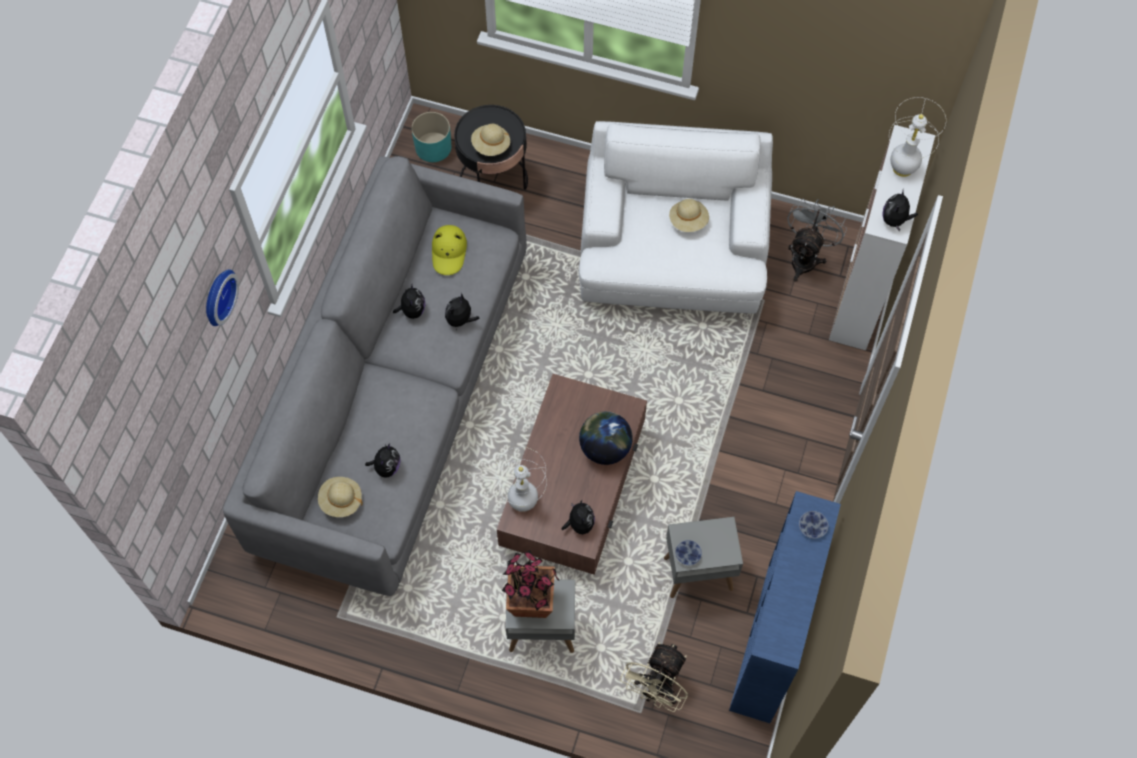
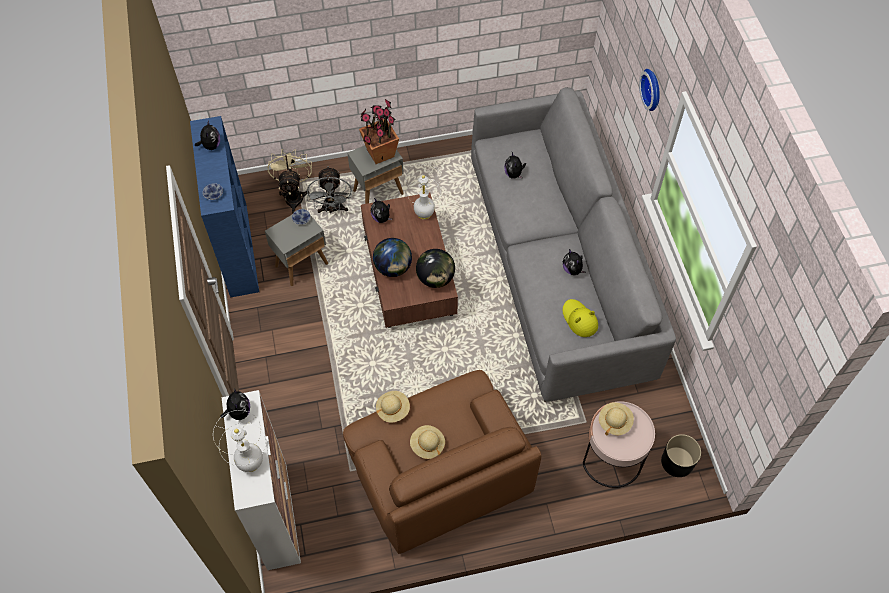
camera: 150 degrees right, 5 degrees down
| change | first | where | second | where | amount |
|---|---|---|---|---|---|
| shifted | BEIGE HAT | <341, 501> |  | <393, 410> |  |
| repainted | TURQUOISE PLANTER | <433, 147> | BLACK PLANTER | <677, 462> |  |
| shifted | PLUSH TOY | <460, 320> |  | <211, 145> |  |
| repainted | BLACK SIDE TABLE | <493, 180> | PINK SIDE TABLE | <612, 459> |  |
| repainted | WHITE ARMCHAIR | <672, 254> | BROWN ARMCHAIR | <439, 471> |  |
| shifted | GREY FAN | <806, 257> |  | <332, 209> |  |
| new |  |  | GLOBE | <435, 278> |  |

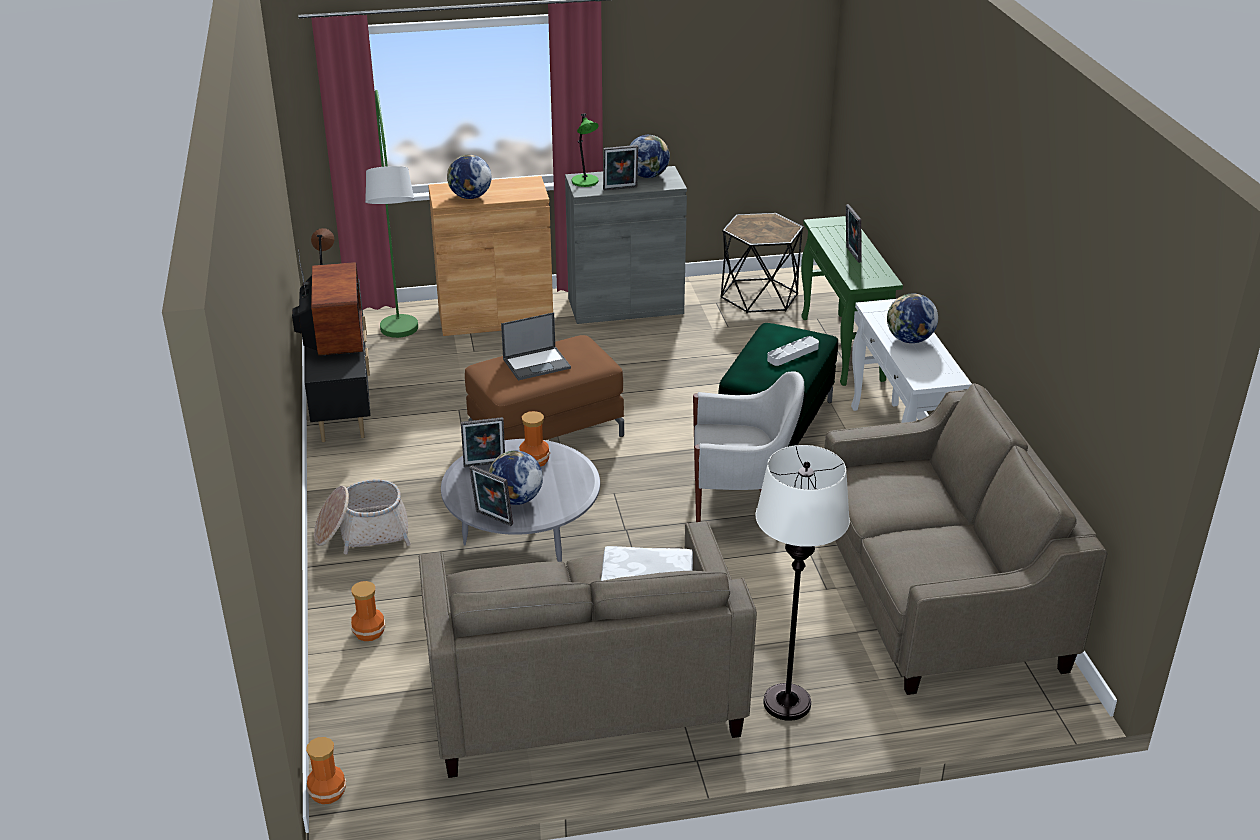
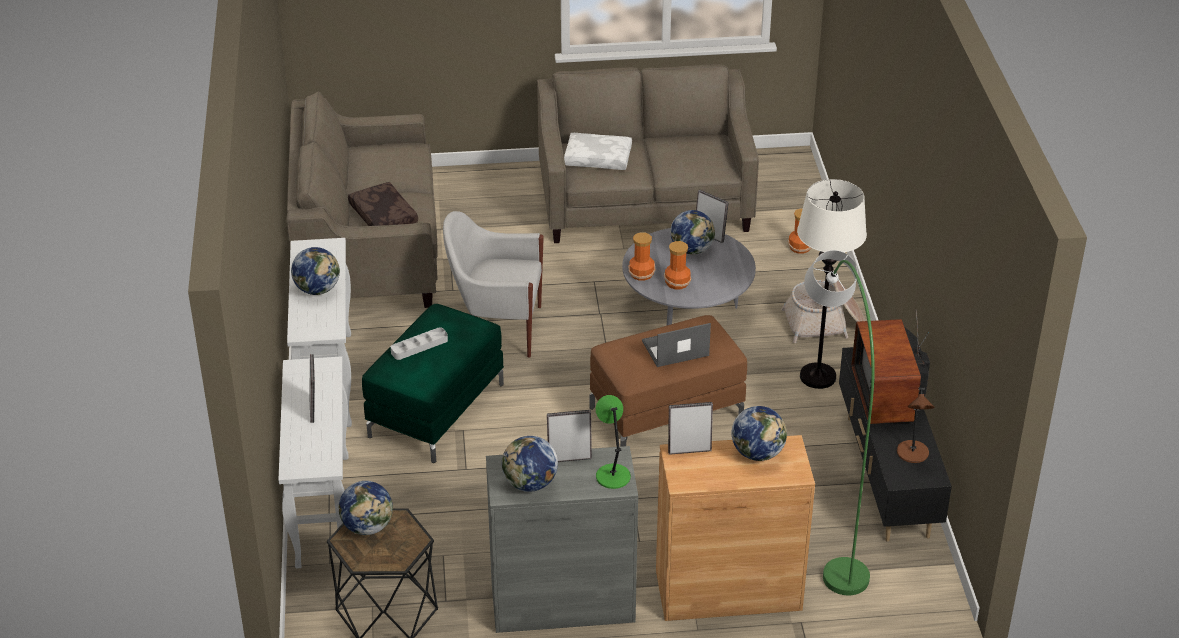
camera: 175 degrees left, 5 degrees up
| change | first | where | second | where | amount |
|---|---|---|---|---|---|
| shifted | VASE | <327, 792> |  | <642, 273> |  |
| shifted | PICTURE FRAME | <484, 465> |  | <689, 449> |  |
| shifted | WHITE FLOOR LAMP | <786, 703> |  | <818, 376> |  |
| repainted | GREEN CONSOLE TABLE | <842, 349> | WHITE CONSOLE TABLE | <322, 509> |  |
| new |  |  | GLOBE | <368, 527> |  |
| new |  |  | BROWN PILLOW | <382, 216> |  |

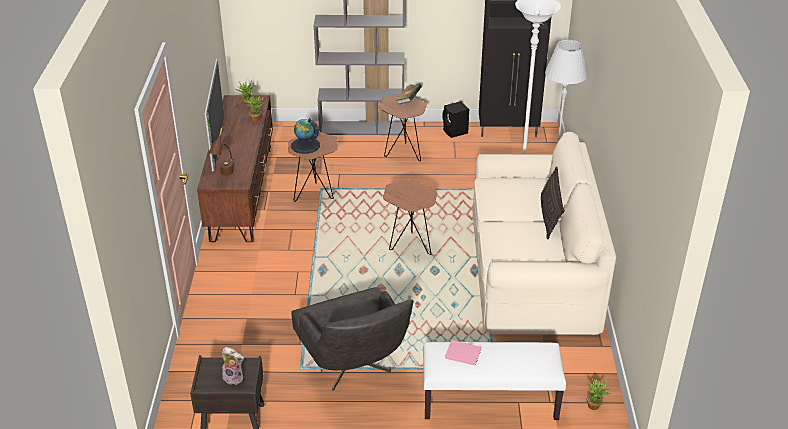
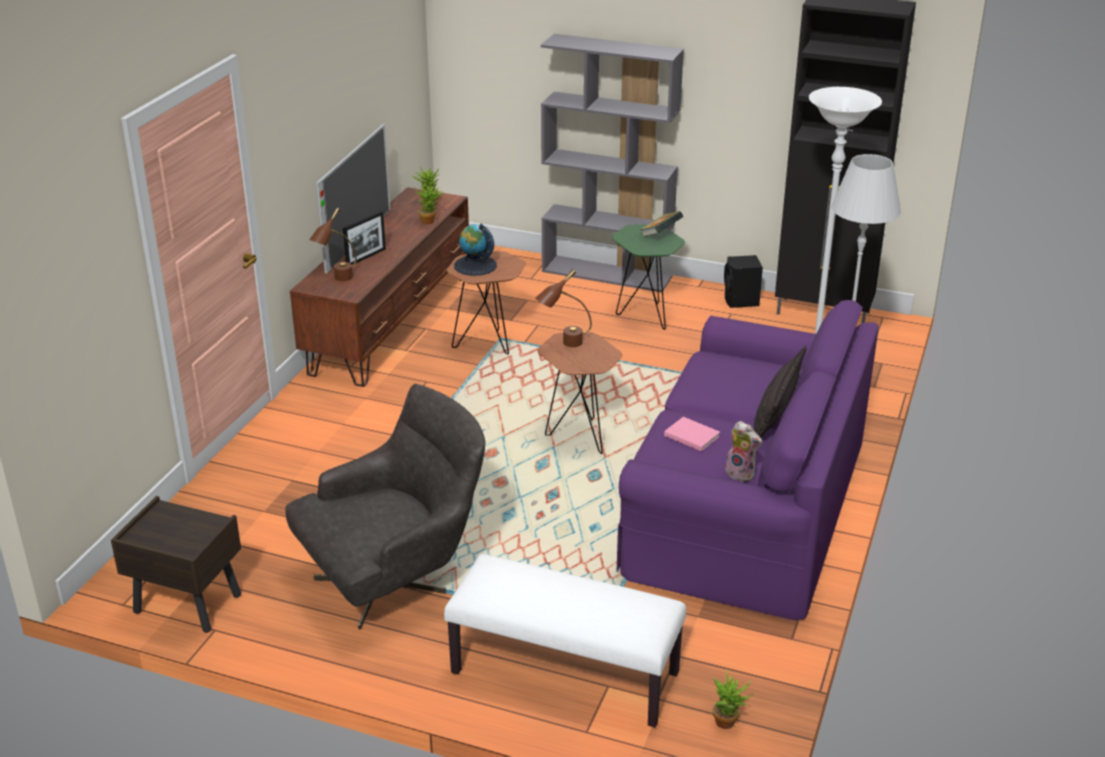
camera: 20 degrees right, 5 degrees down
| change | first | where | second | where | amount |
|---|---|---|---|---|---|
| shifted | PLUSH TOY | <234, 377> |  | <742, 473> |  |
| rotated | GREY ARMCHAIR | <354, 368> |  | <395, 578> | 120 degrees counterclockwise |
| repainted | BROWN SIDE TABLE | <402, 153> | GREEN SIDE TABLE | <645, 315> |  |
| shifted | PINK BOOK | <462, 353> |  | <691, 435> |  |
| repainted | BEIGE SOFA | <532, 270> | PURPLE SOFA | <745, 506> |  |
| new |  |  | PICTURE FRAME | <366, 257> |  |
| new |  |  | BROWN TABLE LAMP | <564, 344> |  |

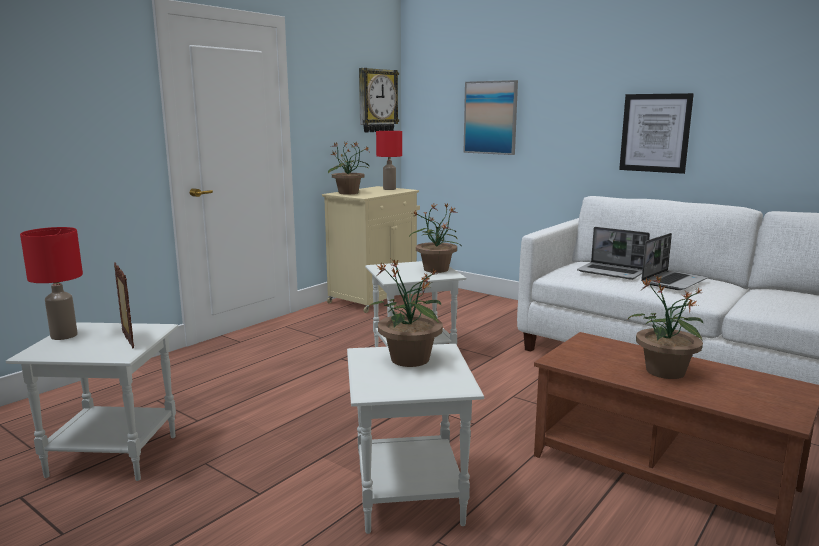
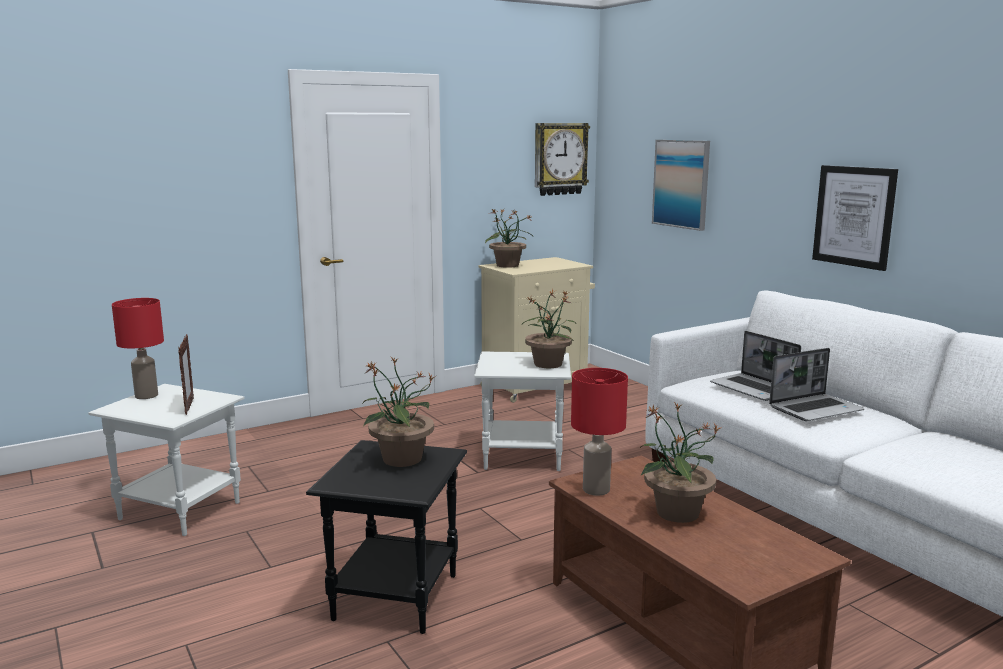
camera: 20 degrees right, 0 degrees up
| change | first | where | second | where | amount |
|---|---|---|---|---|---|
| repainted | WHITE SIDE TABLE | <409, 496> | BLACK SIDE TABLE | <396, 596> |  |
| shifted | RED TABLE LAMP | <390, 189> |  | <597, 489> |  |

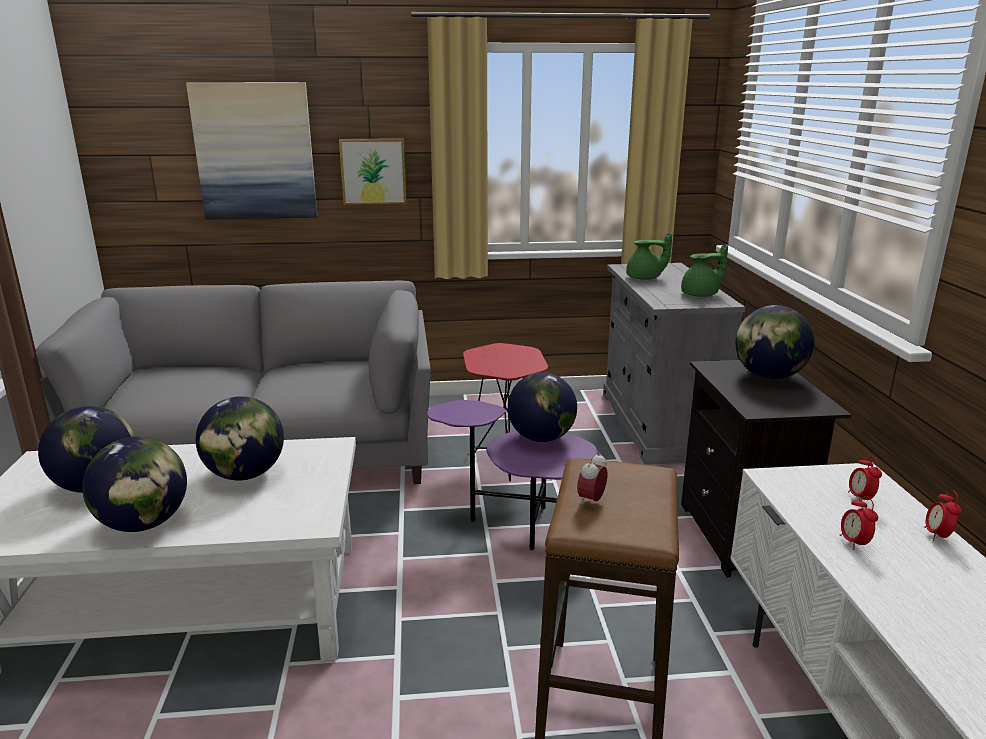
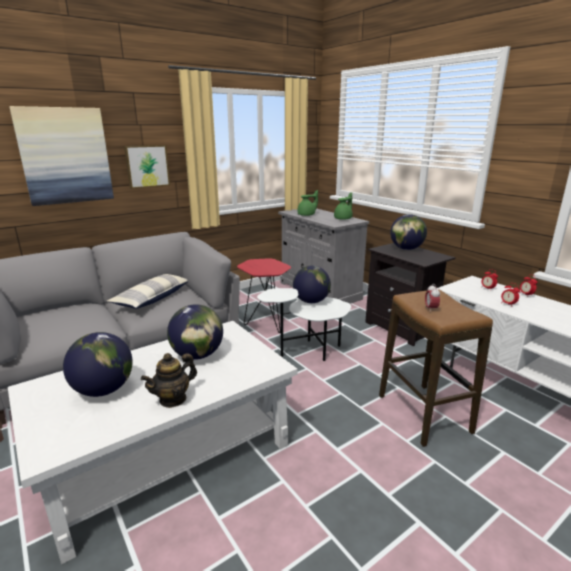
camera: 30 degrees left, 0 degrees up
| change | first | where | second | where | amount |
|---|---|---|---|---|---|
| swapped | GLOBE | <144, 524> | TEAPOT | <173, 399> |  |
| repainted | PURPLE SIDE TABLE | <521, 526> | WHITE SIDE TABLE | <307, 352> |  |
| new |  |  | PILLOW | <152, 298> |  |

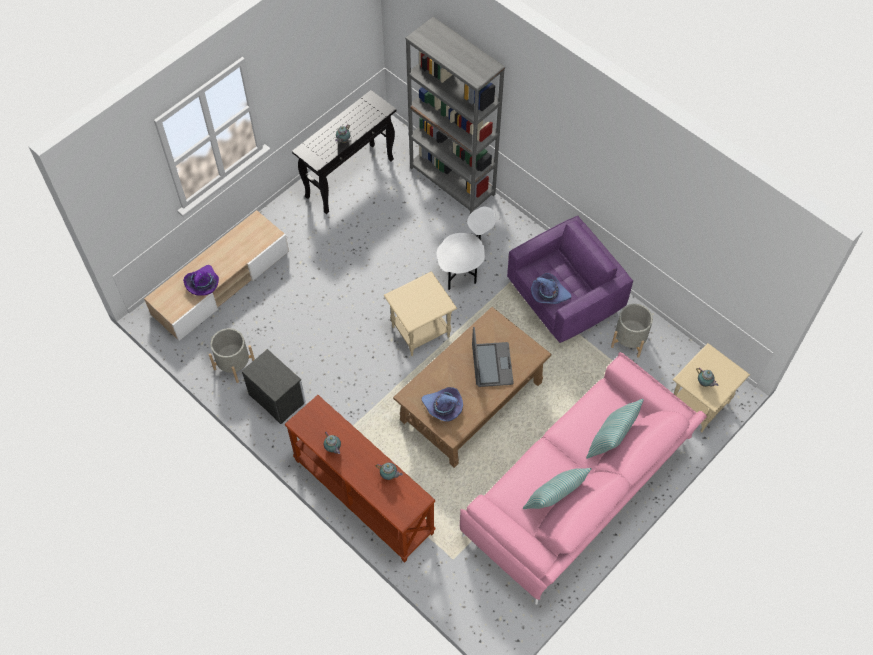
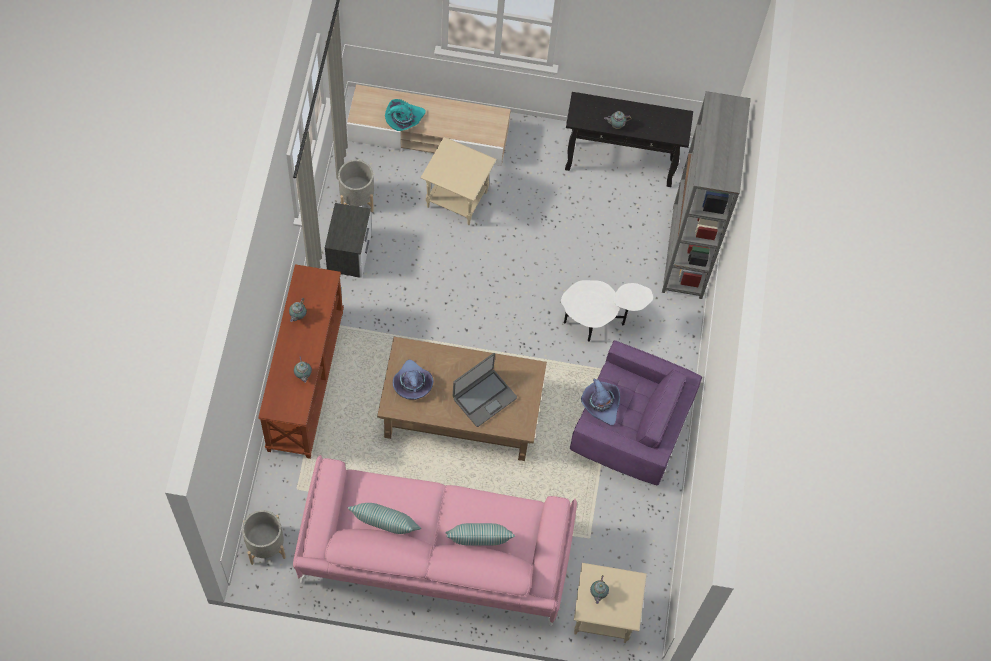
camera: 50 degrees right, 5 degrees up
| change | first | where | second | where | amount |
|---|---|---|---|---|---|
| repainted | PURPLE HAT | <203, 283> | TURQUOISE HAT | <404, 119> |  |
| shifted | BEIGE SIDE TABLE | <420, 332> |  | <456, 199> |  |
| shifted | GREY PLANTER | <629, 340> |  | <265, 545> |  |

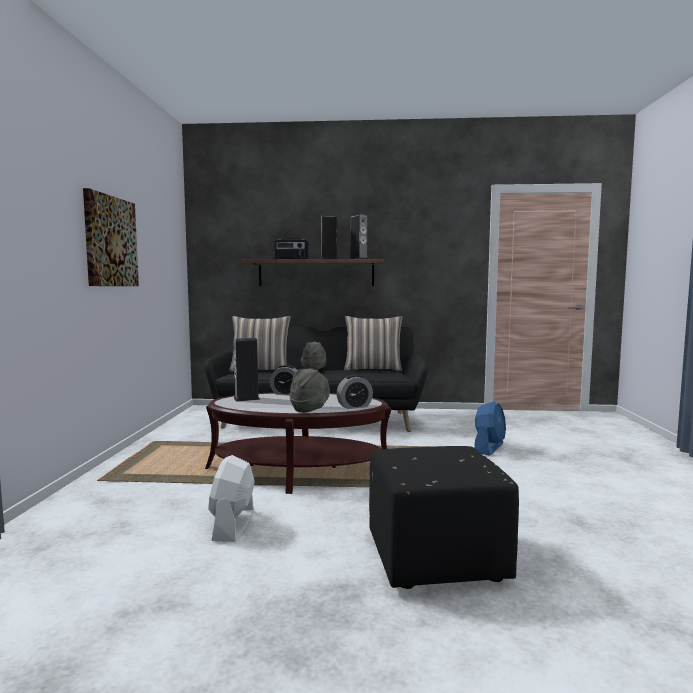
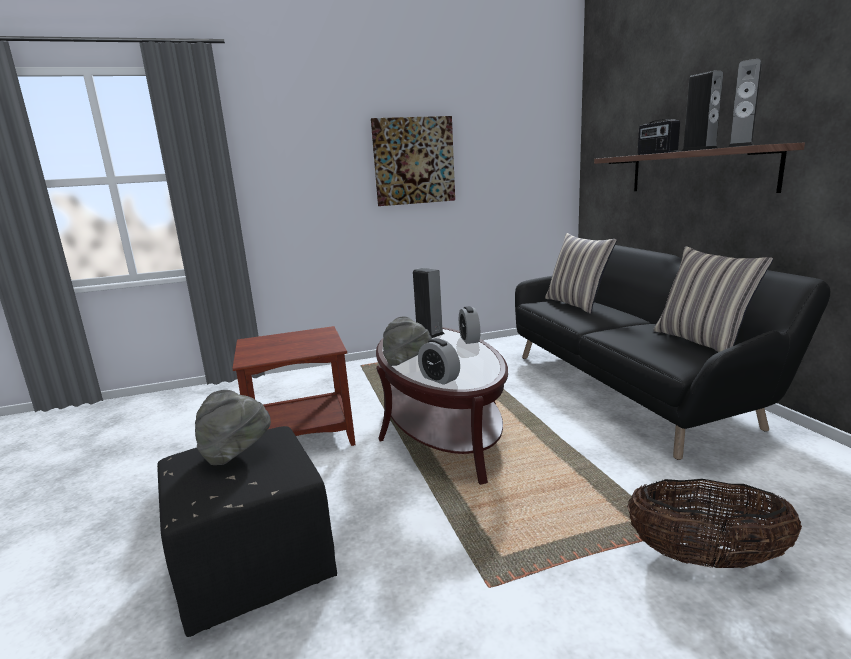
camera: 70 degrees right, 10 degrees up
| change | first | where | second | where | amount |
|---|---|---|---|---|---|
| swapped | WHITE FAN | <233, 525> | BROWN SIDE TABLE | <302, 437> |  |
| shifted | GREY HAT | <314, 368> |  | <237, 455> |  |
| swapped | BLUE FAN | <489, 448> | BASKET | <705, 558> |  |

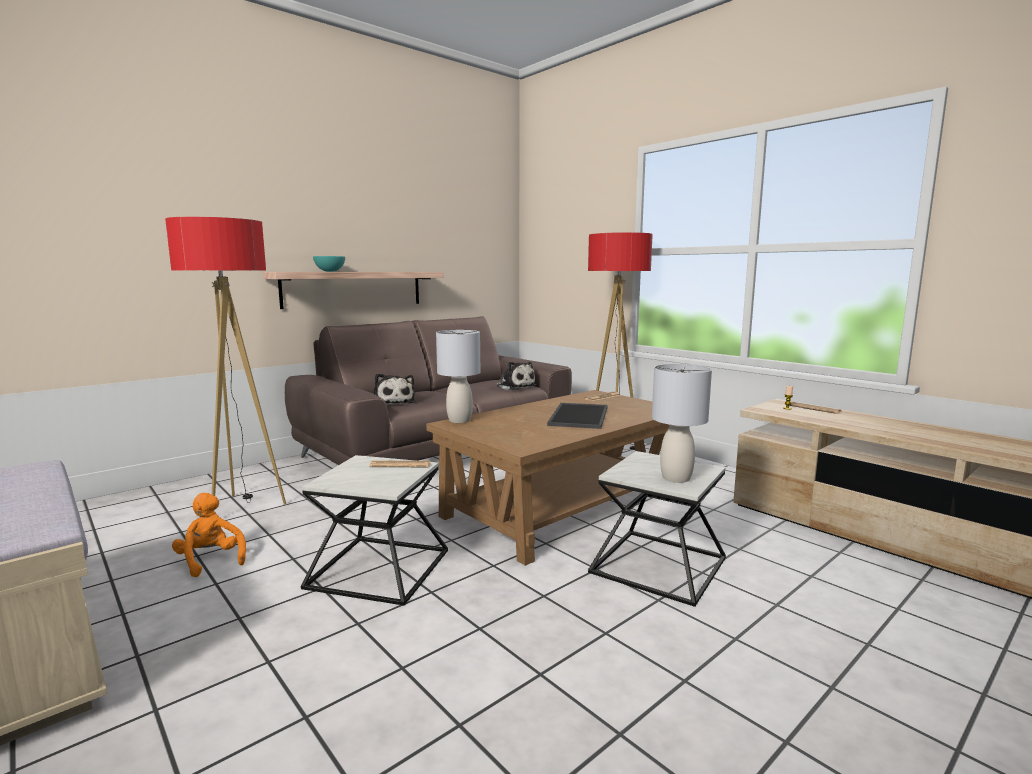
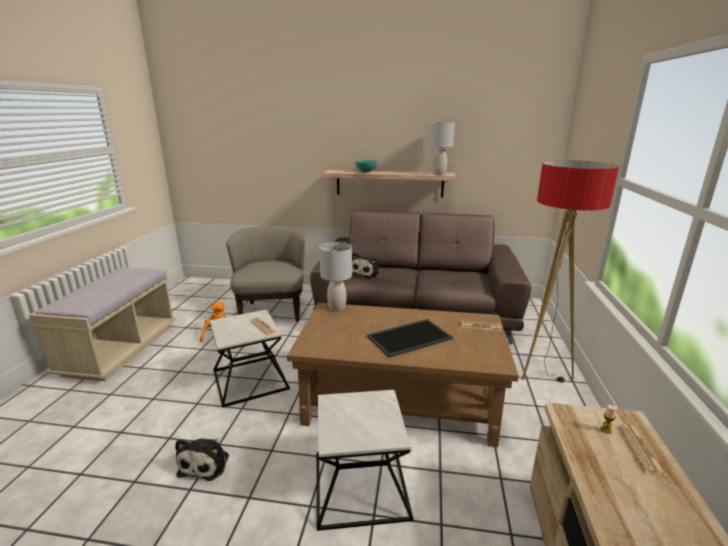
camera: 50 degrees right, 10 degrees up
| change | first | where | second | where | amount |
|---|---|---|---|---|---|
| swapped | FLOOR LAMP | <244, 507> | BEIGE ARMCHAIR | <272, 311> |  |
| shifted | PLUSH TOY | <515, 386> |  | <206, 463> |  |
| shifted | GREY TABLE LAMP | <675, 478> |  | <439, 174> |  |

